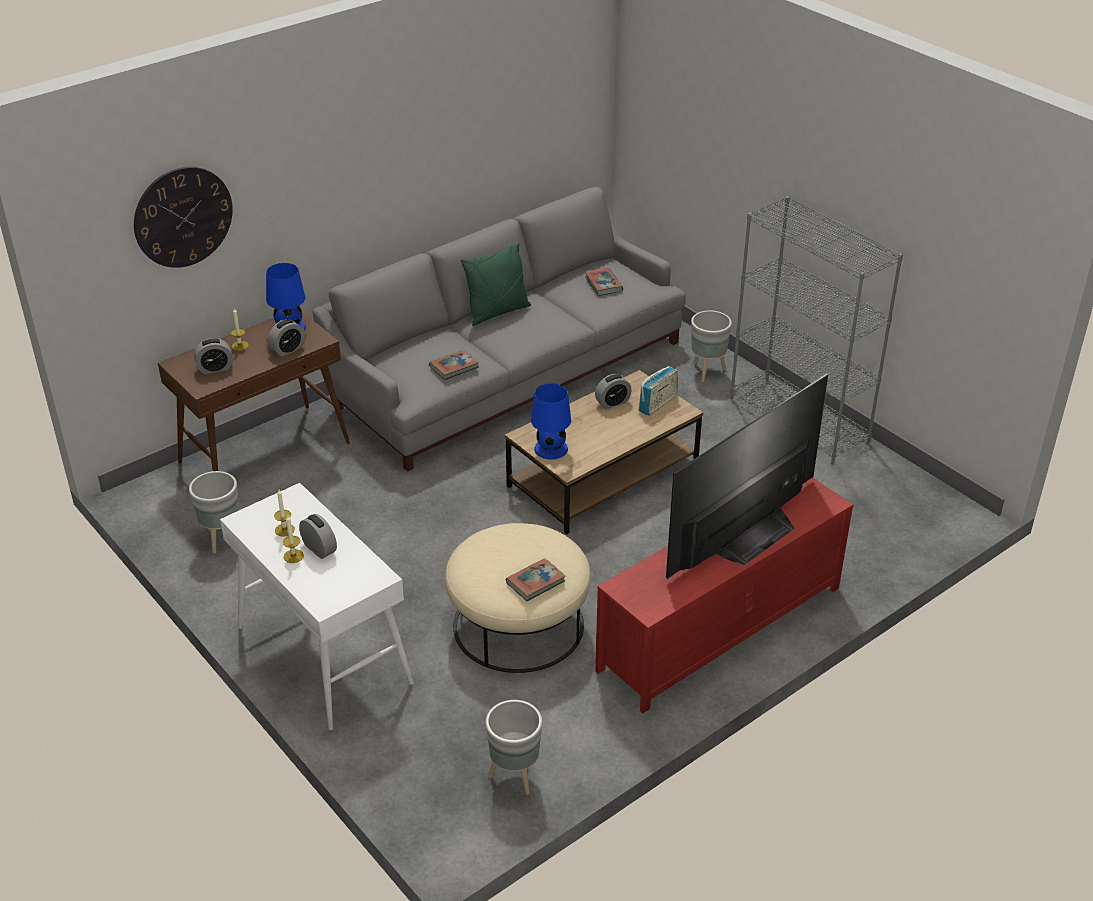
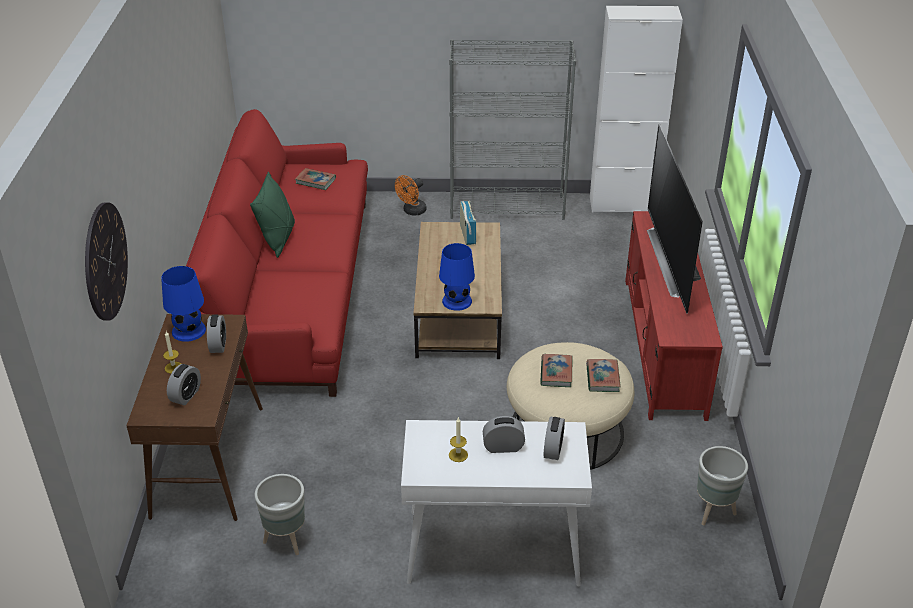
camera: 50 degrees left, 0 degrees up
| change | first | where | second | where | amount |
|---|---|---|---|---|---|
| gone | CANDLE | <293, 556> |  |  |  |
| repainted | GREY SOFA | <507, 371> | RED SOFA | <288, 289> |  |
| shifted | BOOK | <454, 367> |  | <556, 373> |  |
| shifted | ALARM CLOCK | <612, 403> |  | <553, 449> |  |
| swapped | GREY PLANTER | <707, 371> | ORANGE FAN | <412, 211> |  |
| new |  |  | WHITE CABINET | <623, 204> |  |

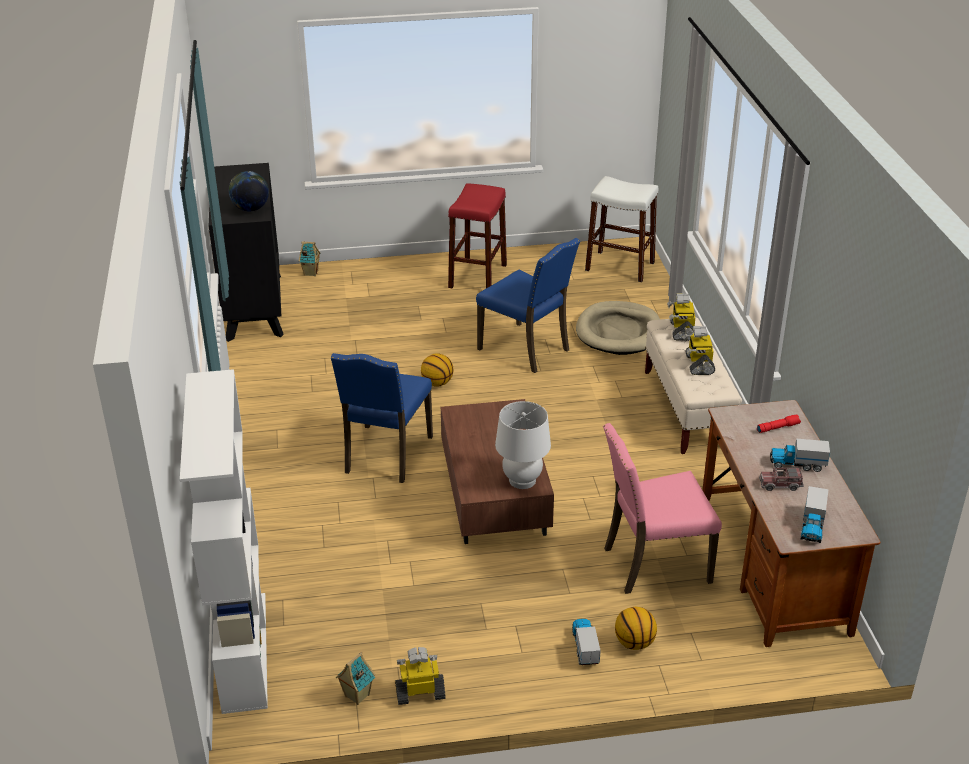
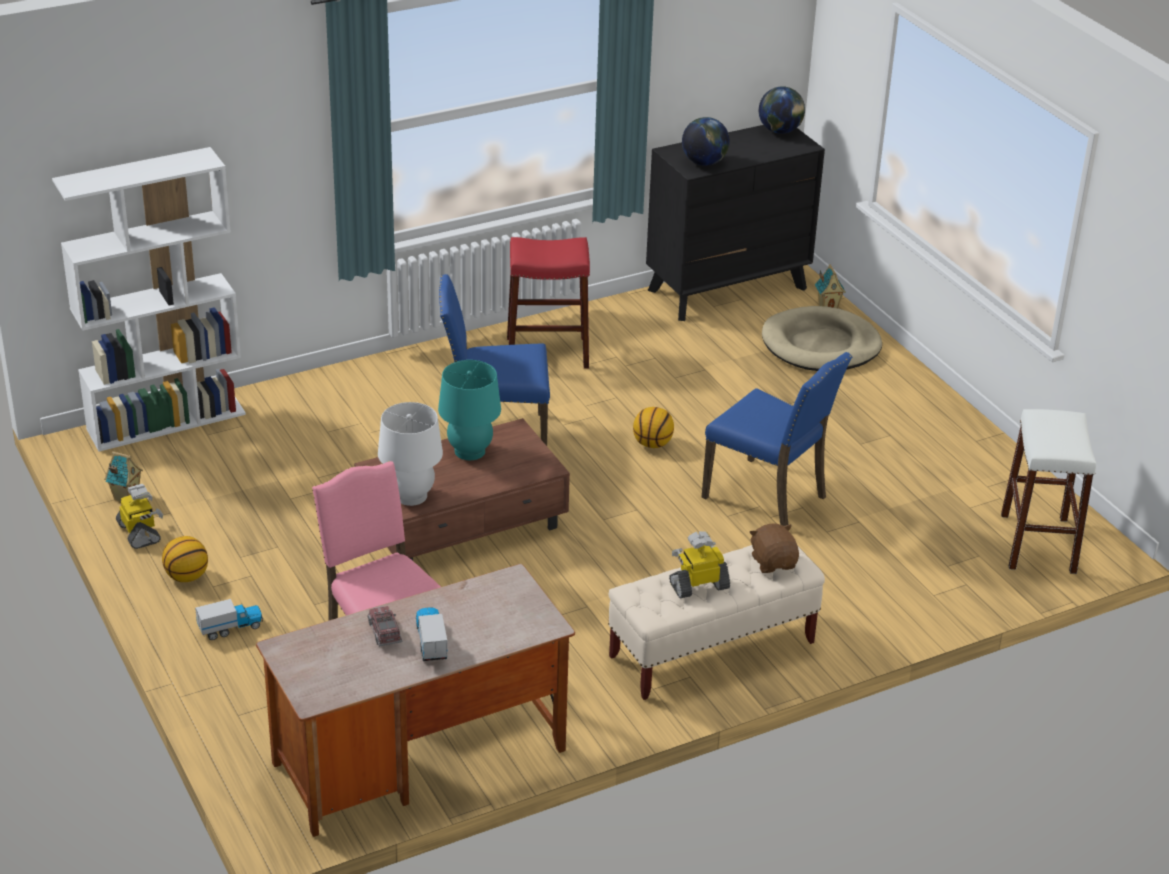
camera: 70 degrees right, 0 degrees up
| change | first | where | second | where | amount |
|---|---|---|---|---|---|
| shifted | RED STOOL | <478, 276> |  | <547, 352> |  |
| rotated | BLUE CHAIR | <526, 349> |  | <768, 497> | 75 degrees counterclockwise |
| shifted | BEIGE DOG BED | <619, 332> |  | <821, 345> |  |
| shifted | BASKETBALL | <634, 643> |  | <186, 576> |  |
| swapped | TOY ROBOT | <681, 330> | BROWN PLUSH TOY | <773, 562> |  |
| gone | RED FLASHLIGHT | <778, 427> |  |  |  |
| gone | TOY TRUCK | <812, 526> |  |  |  |
| new |  |  | TURQUOISE TABLE LAMP | <470, 451> |  |
| new |  |  | GLOBE | <779, 131> |  |

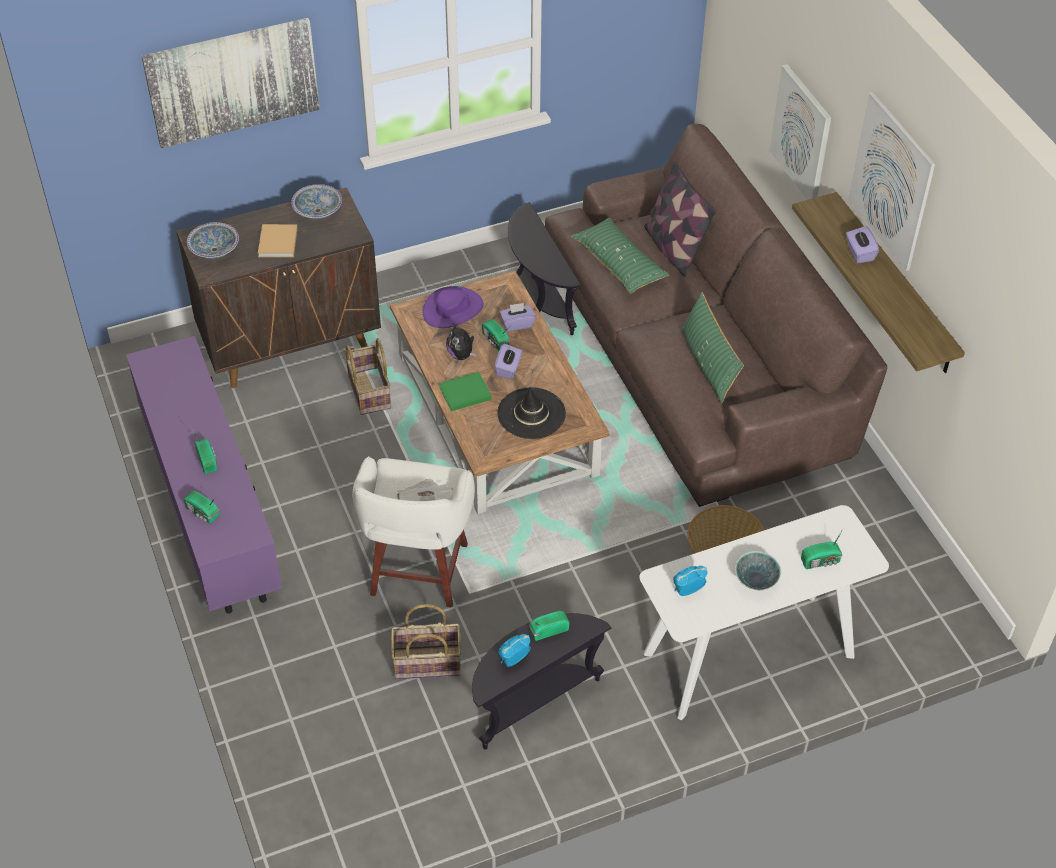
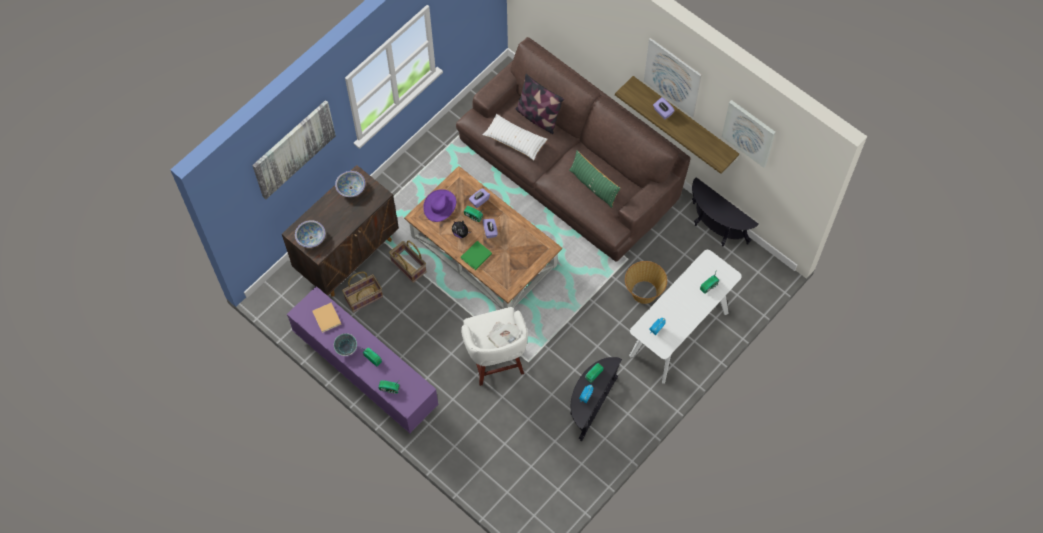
camera: 25 degrees left, 15 degrees up
| change | first | where | second | where | amount |
|---|---|---|---|---|---|
| shifted | BEIGE BOOK | <278, 243> |  | <327, 319> |  |
| shifted | BASKET | <426, 664> |  | <364, 298> |  |
| gone | BLACK HAT | <531, 414> |  |  |  |
| shifted | BLACK SIDE TABLE | <537, 301> |  | <715, 228> |  |
| repainted | GREEN PILLOW | <619, 264> | WHITE PILLOW | <515, 140> |  |
| shifted | BOWL | <756, 581> |  | <346, 348> |  |
| shifted | PICTURE | <802, 134> |  | <749, 133> |  |

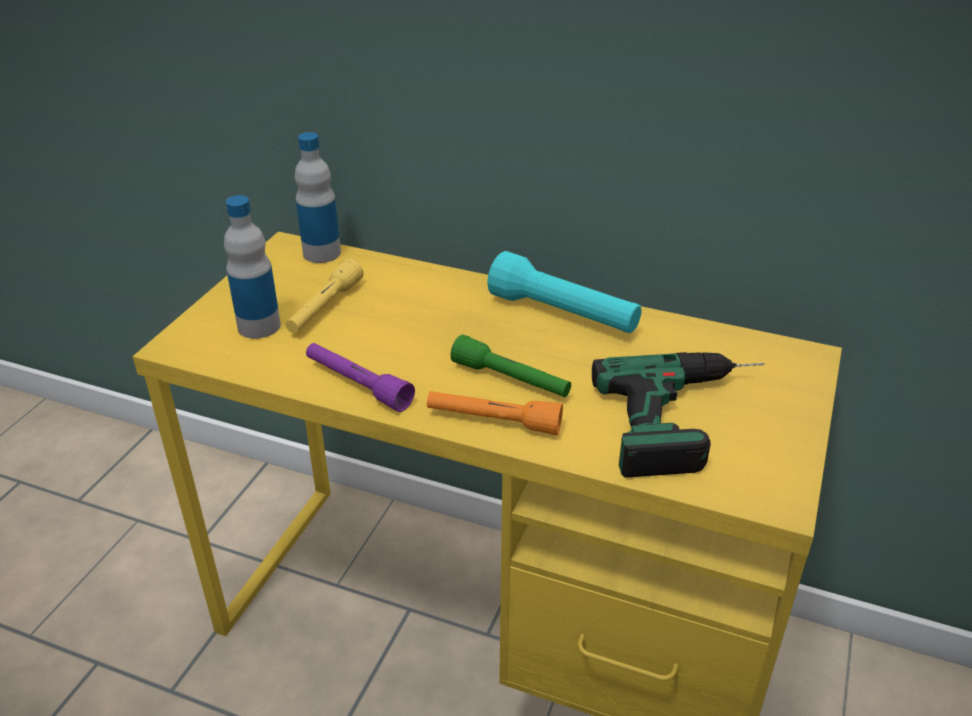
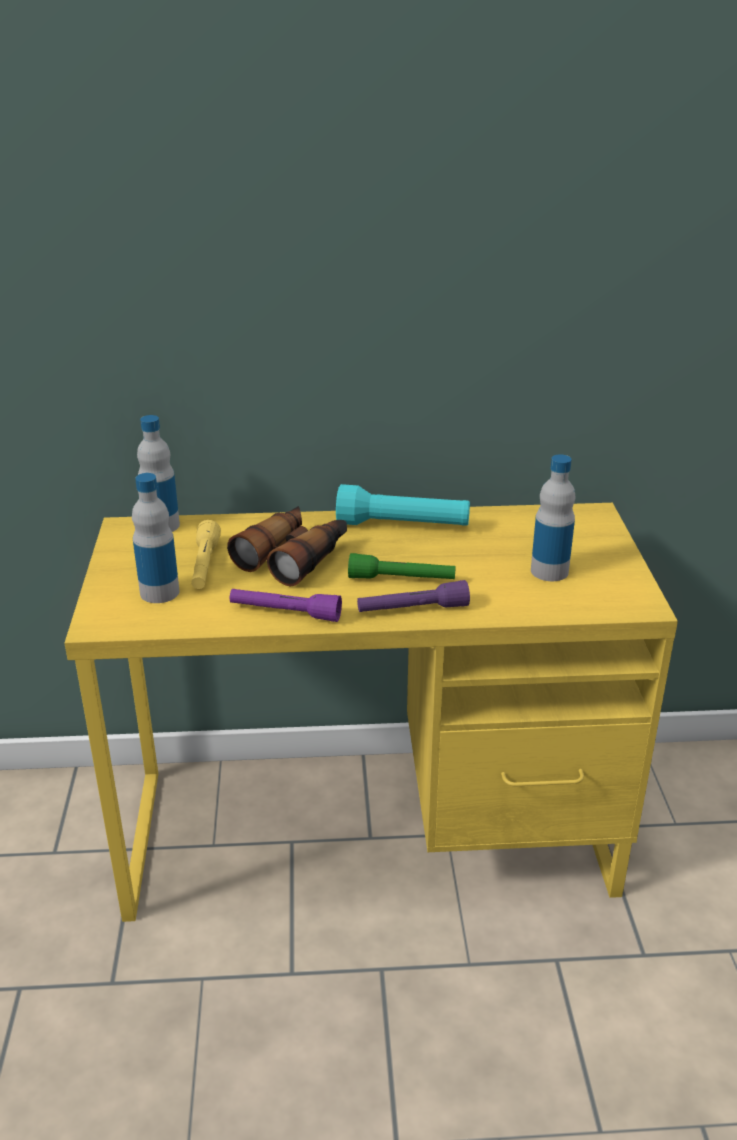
camera: 25 degrees left, 5 degrees down
| change | first | where | second | where | amount |
|---|---|---|---|---|---|
| repainted | ORANGE FLASHLIGHT | <493, 421> | PURPLE FLASHLIGHT | <412, 609> |  |
| swapped | POWER DRILL | <692, 418> | BOTTLE | <549, 571> |  |
| new |  |  | BINOCULARS | <294, 556> |  |

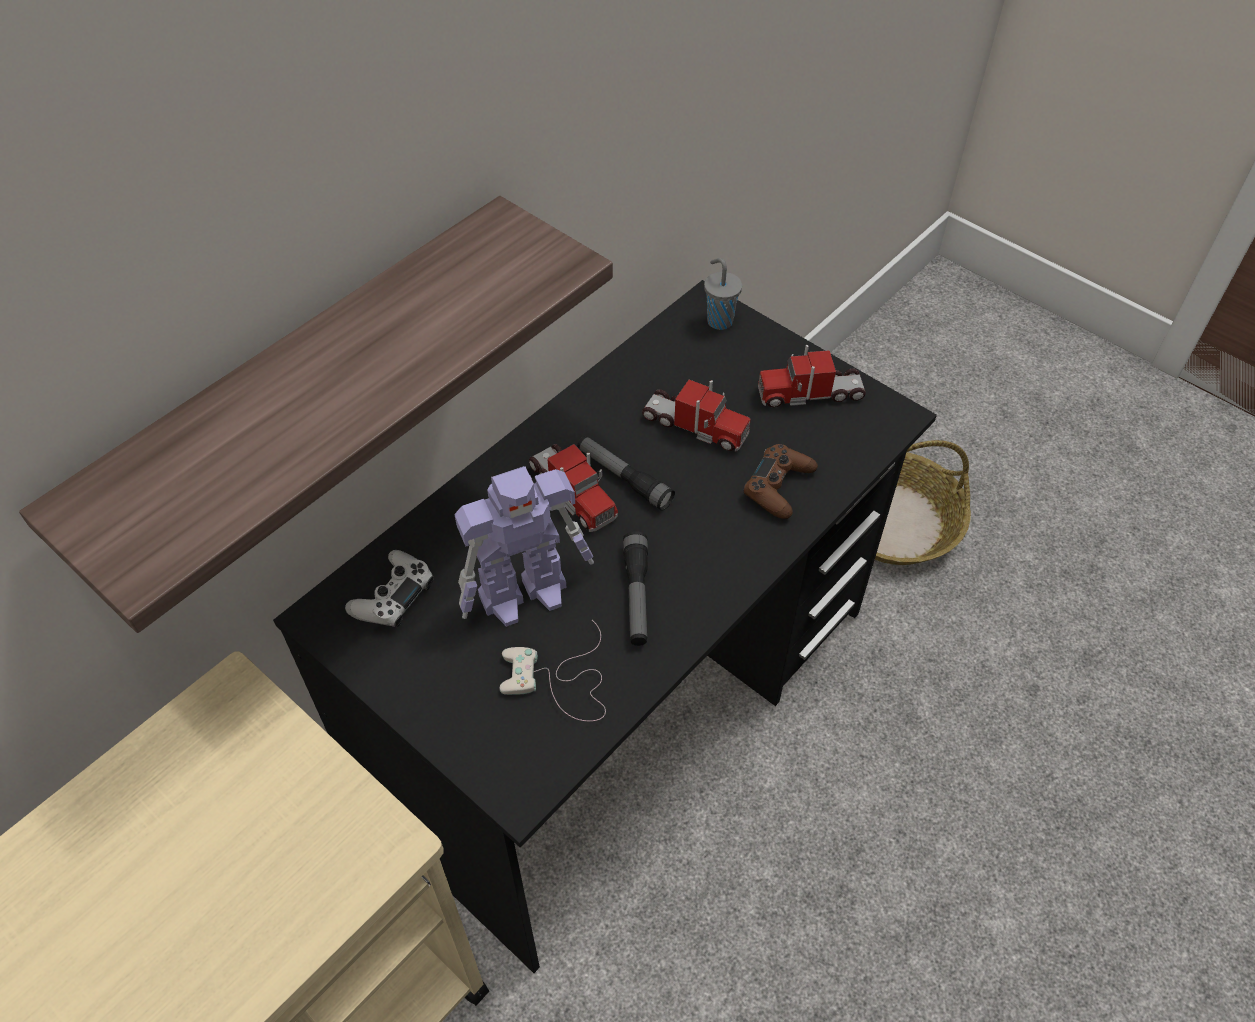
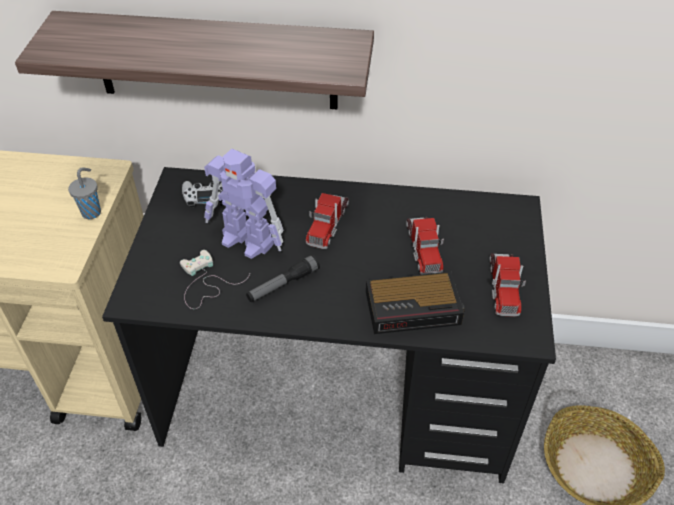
camera: 55 degrees right, 5 degrees down
| change | first | where | second | where | amount |
|---|---|---|---|---|---|
| gone | FLASHLIGHT | <623, 478> |  |  |  |
| shifted | GREY CUP | <719, 320> |  | <92, 212> |  |
| swapped | BROWN GAME CONTROLLER | <778, 487> | ALARM CLOCK | <415, 307> |  |
| rotated | TOY TRUCK | <810, 393> |  | <503, 287> | 135 degrees counterclockwise |

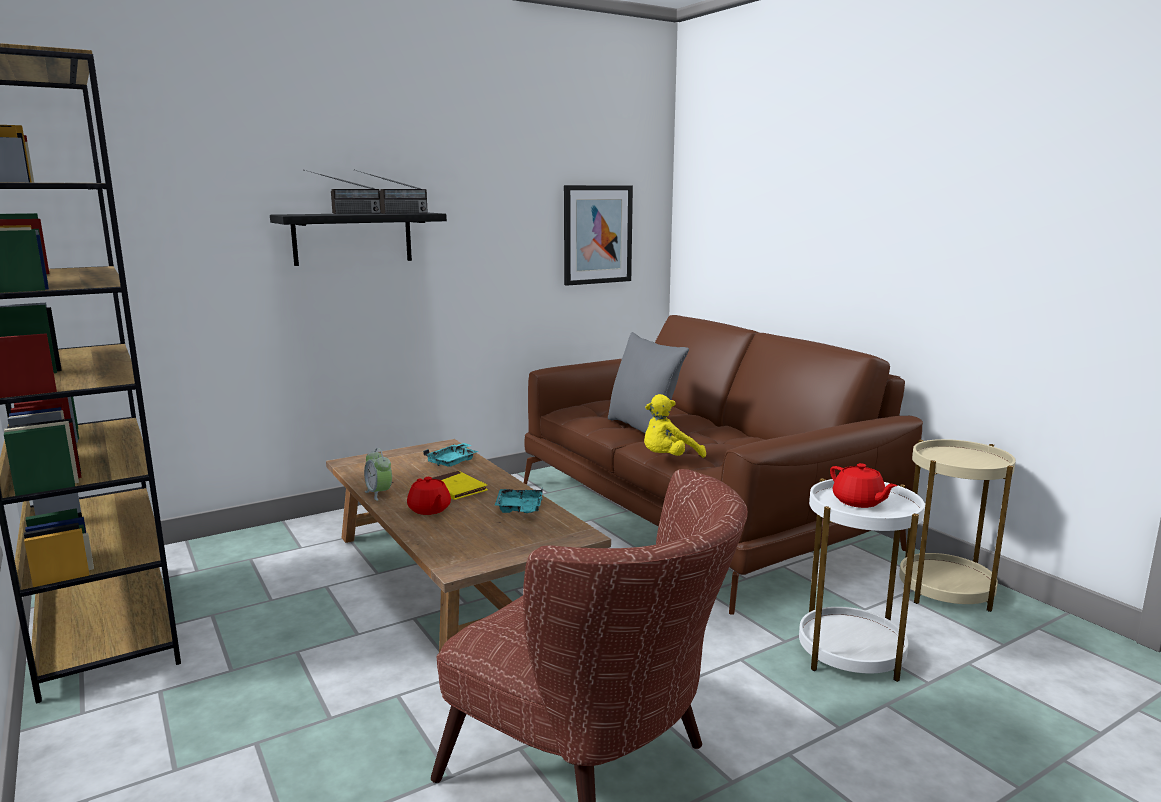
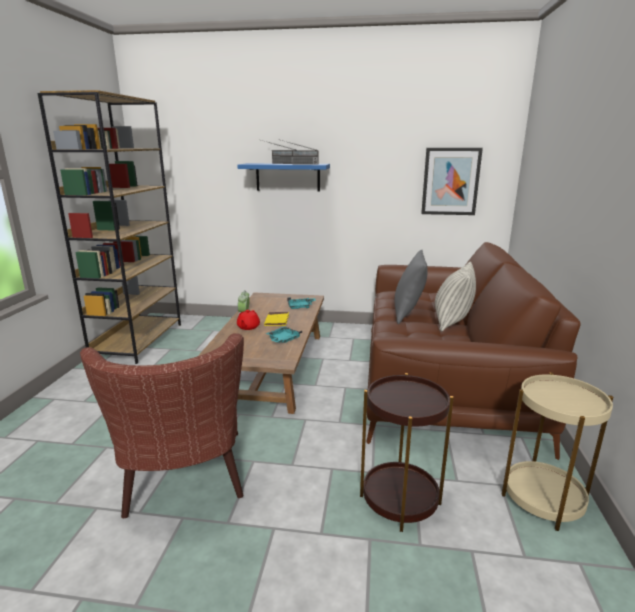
camera: 40 degrees right, 5 degrees up
| change | first | where | second | where | amount |
|---|---|---|---|---|---|
| repainted | BLACK SHELF | <353, 238> | BLUE SHELF | <288, 177> |  |
| gone | YELLOW PLUSH TOY | <668, 459> |  |  |  |
| repainted | WHITE SIDE TABLE | <851, 653> | BROWN SIDE TABLE | <400, 500> |  |
| gone | RED TEAPOT | <859, 502> |  |  |  |
| new |  |  | PILLOW | <452, 321> |  |

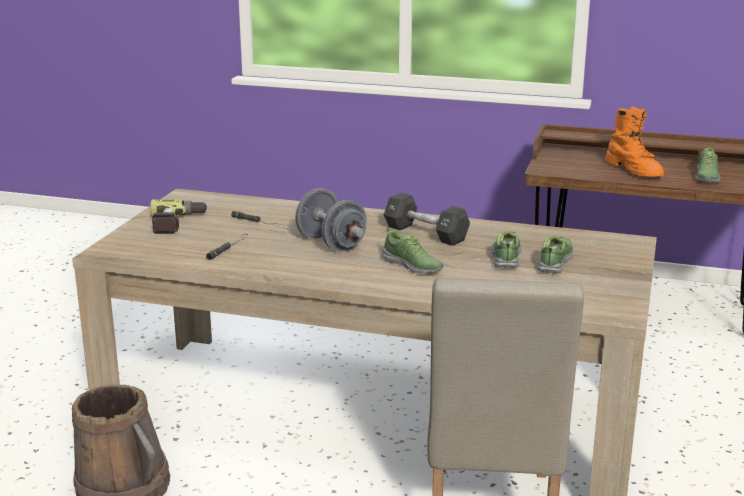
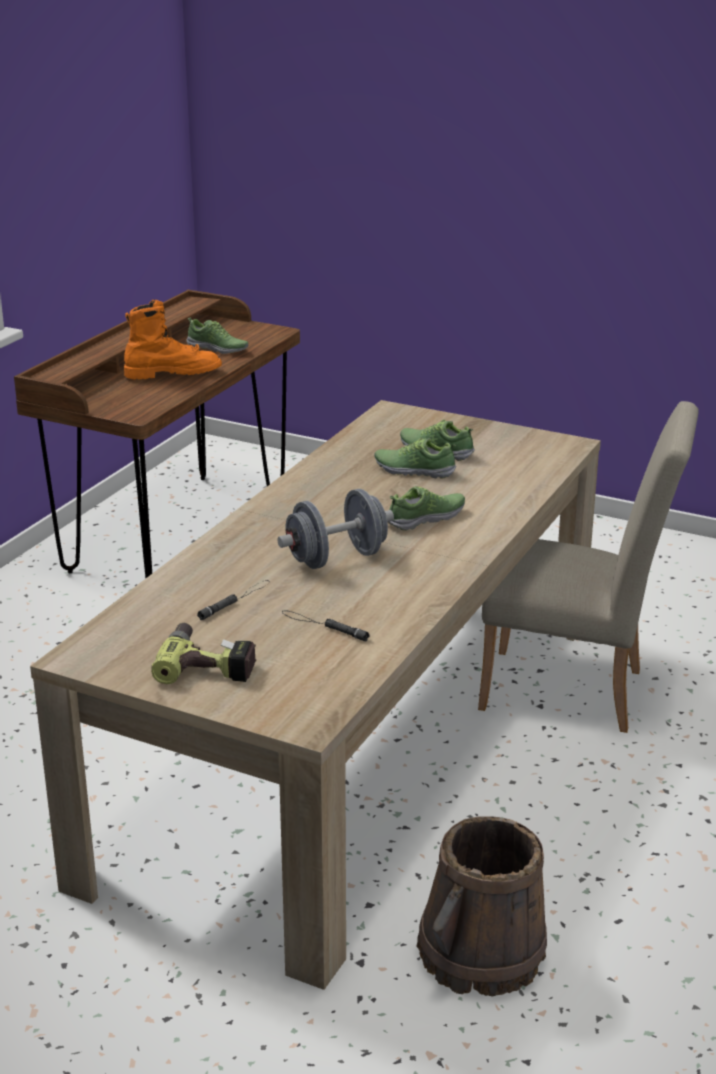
camera: 80 degrees left, 5 degrees up
| change | first | where | second | where | amount |
|---|---|---|---|---|---|
| gone | BLACK DUMBBELL | <425, 233> |  |  |  |

